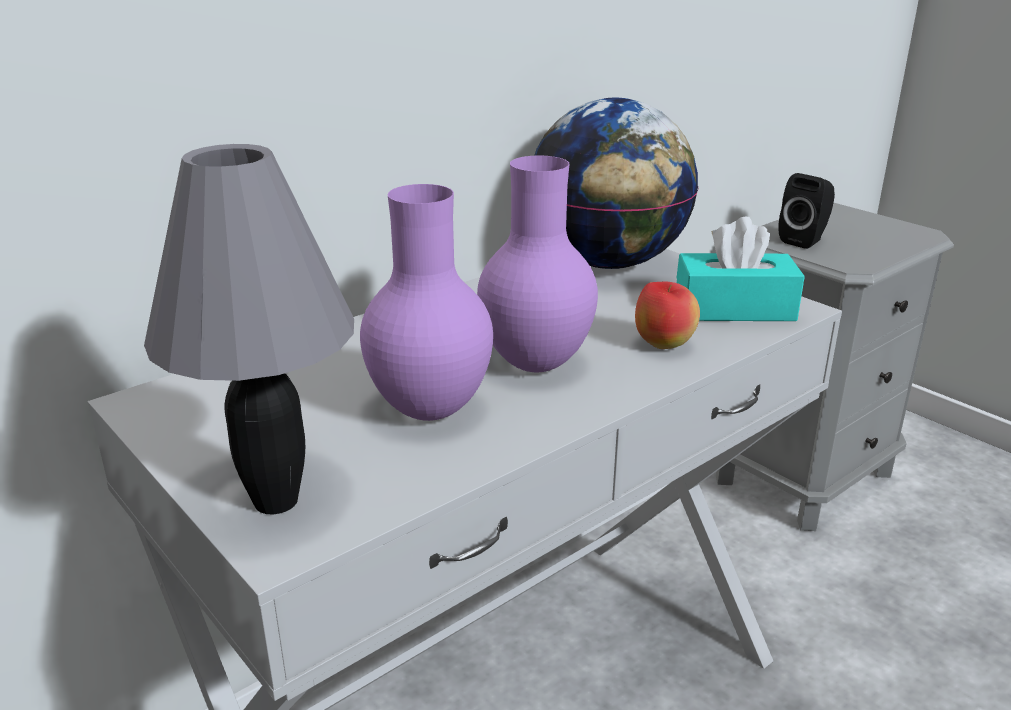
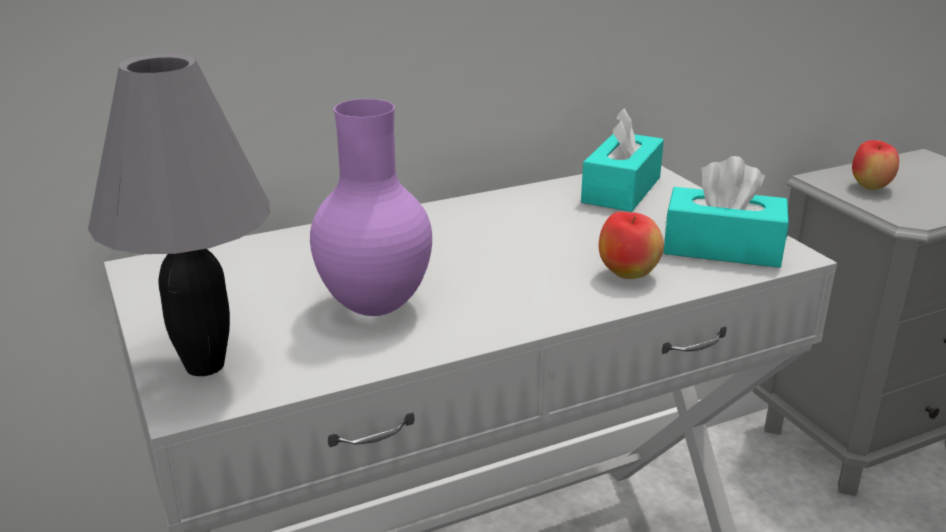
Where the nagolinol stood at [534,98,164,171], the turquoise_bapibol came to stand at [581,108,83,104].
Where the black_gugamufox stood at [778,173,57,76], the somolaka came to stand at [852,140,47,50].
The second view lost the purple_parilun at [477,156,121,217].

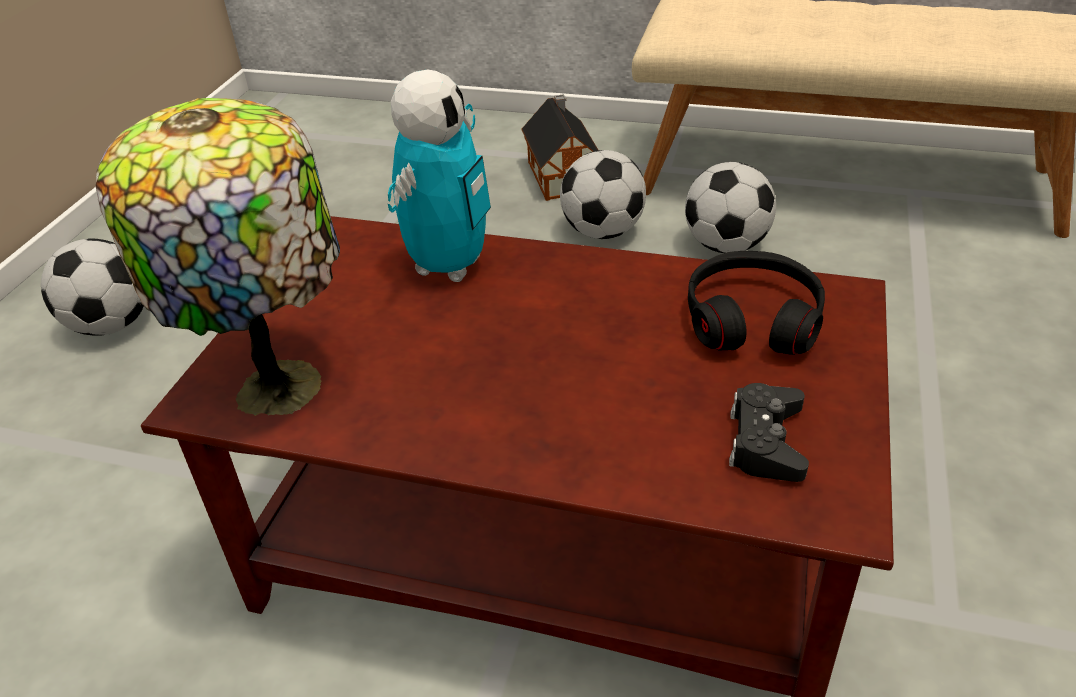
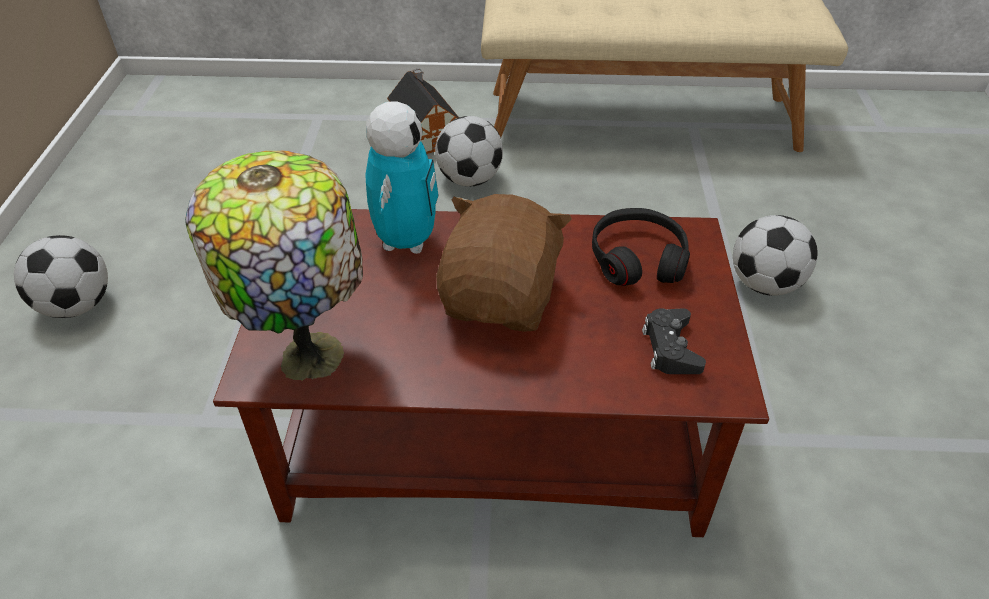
The second view gained the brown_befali at [436,194,136,138].
The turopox ended up elsewhere, having gone from [685,162,91,91] to [733,215,85,81].

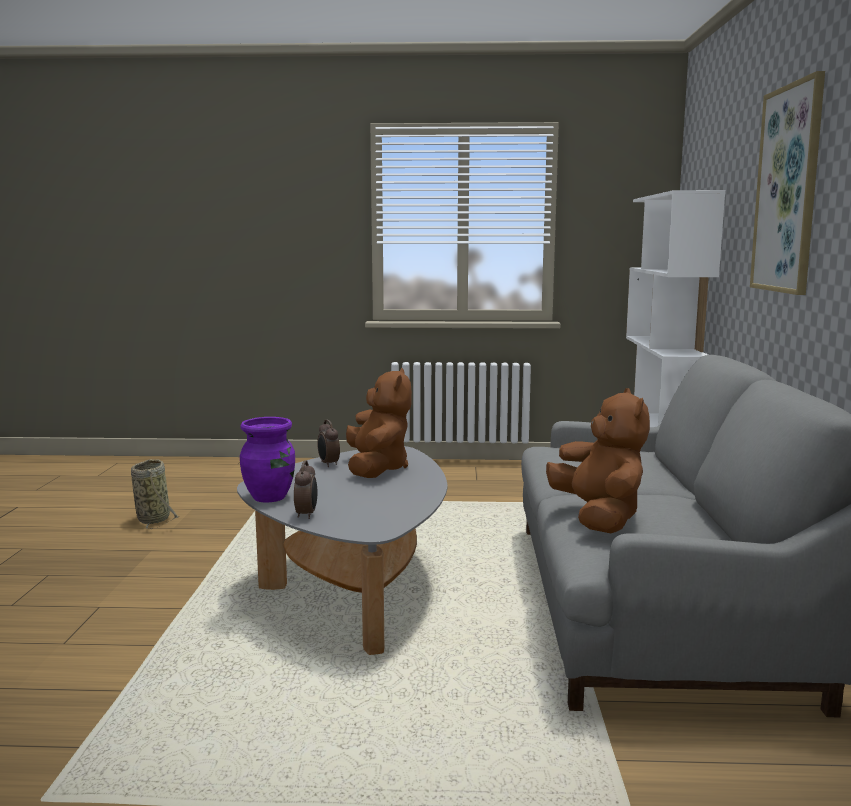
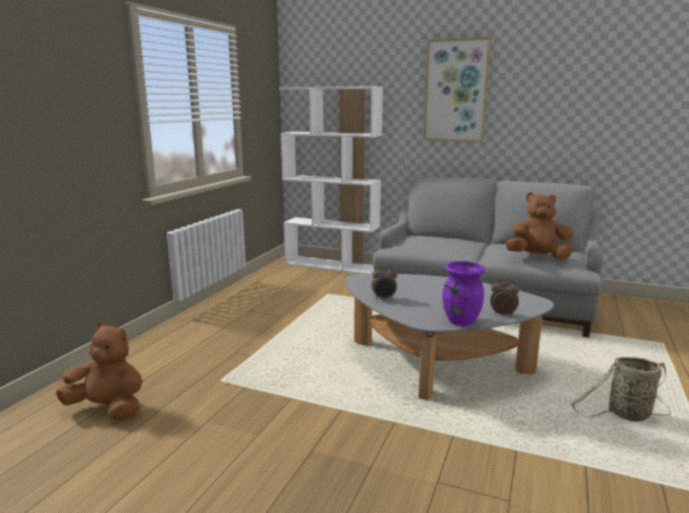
The brown_befali ended up elsewhere, having gone from [346,368,66,110] to [56,322,86,99].
The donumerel ended up elsewhere, having gone from [131,459,48,70] to [571,357,100,64].

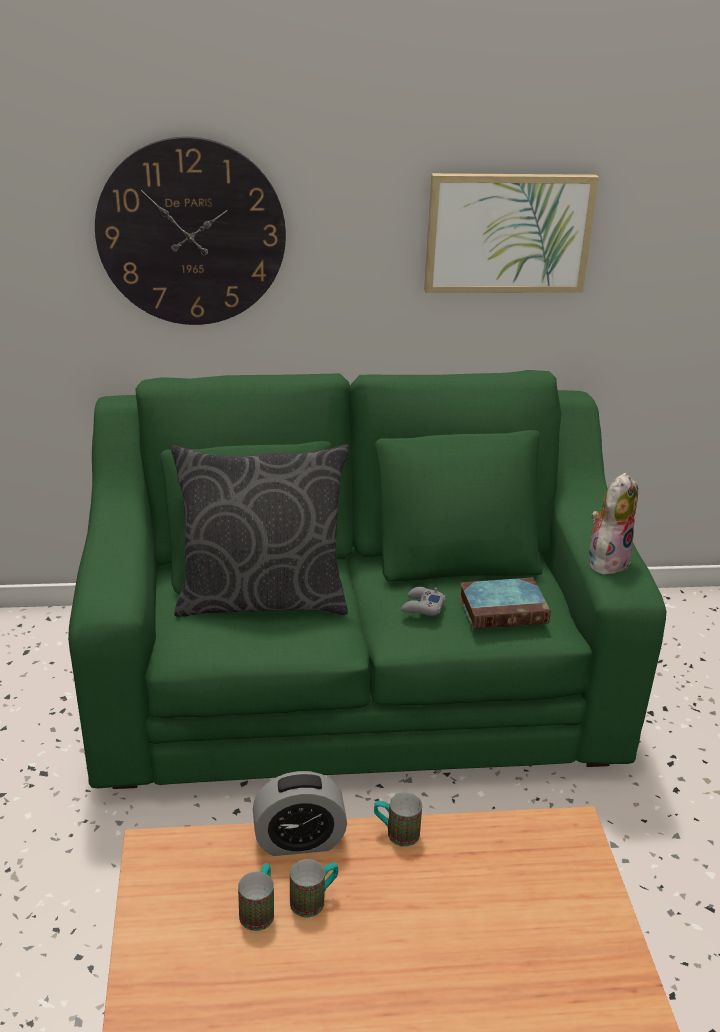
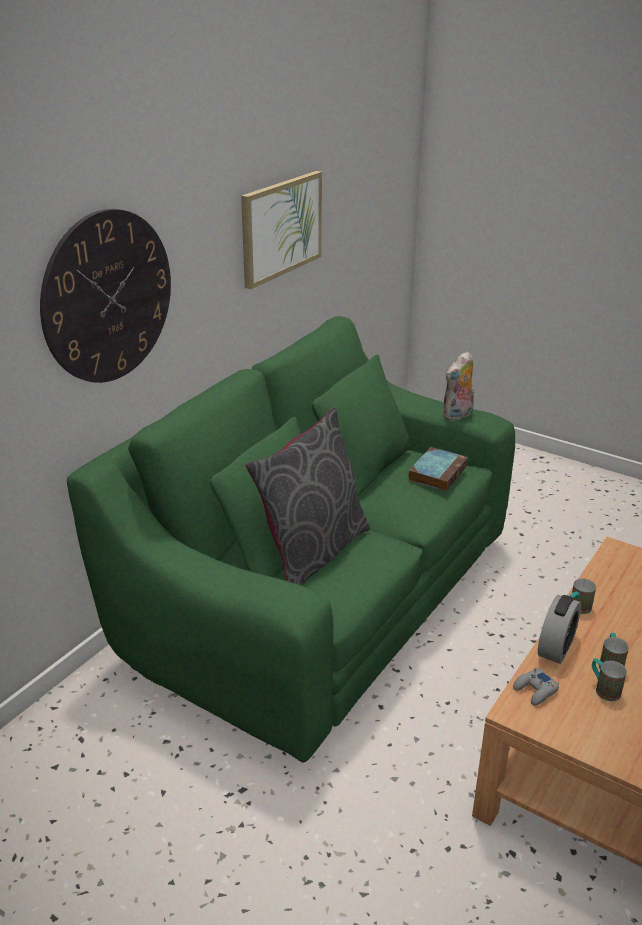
The befali at [589,473,49,102] ended up facing another way, 120 degrees counterclockwise from before.
The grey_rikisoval ended up elsewhere, having gone from [401,587,44,29] to [513,667,46,39].

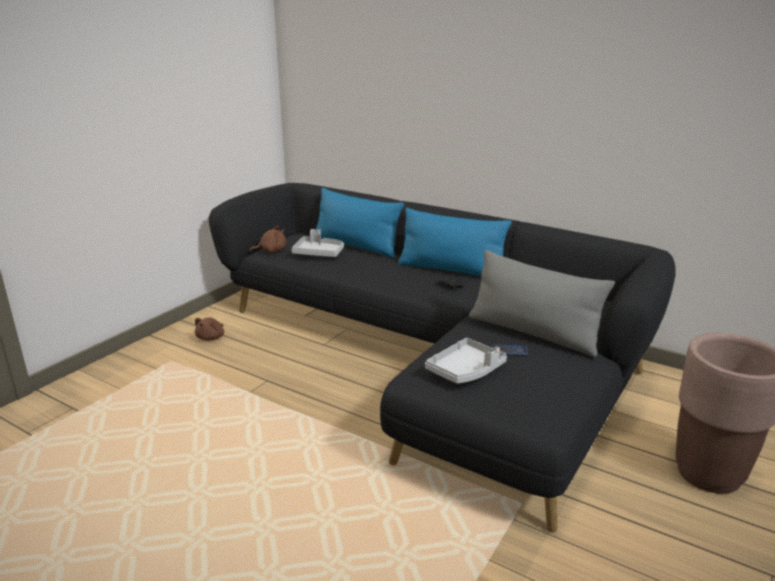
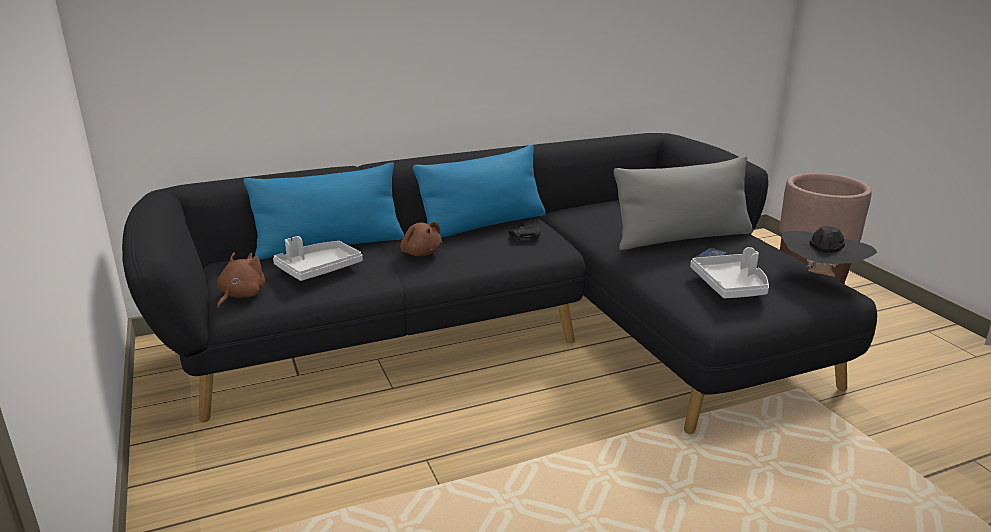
The brown_befali ended up elsewhere, having gone from [195,317,29,24] to [400,222,42,34].
The second view gained the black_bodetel at [782,225,95,52].

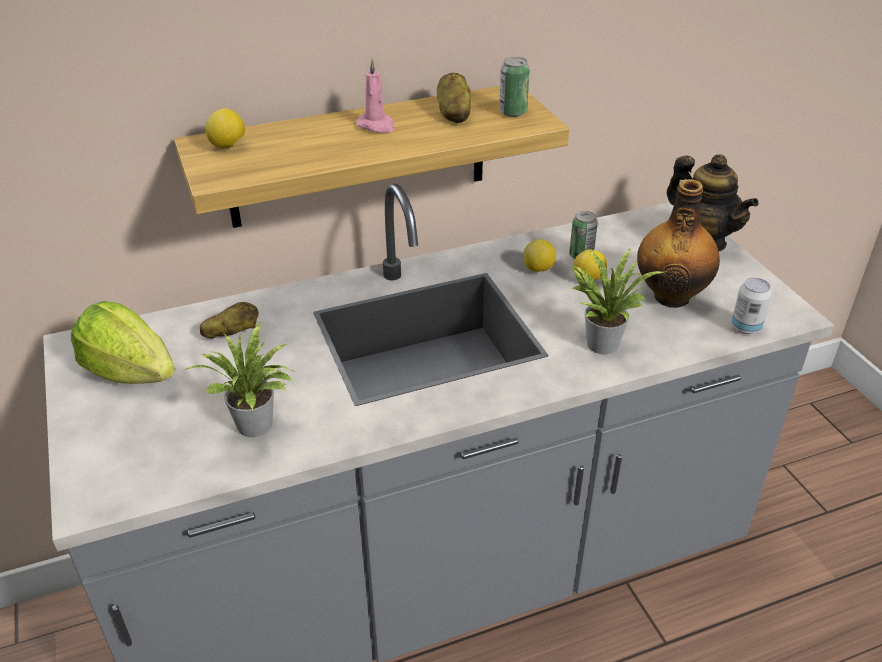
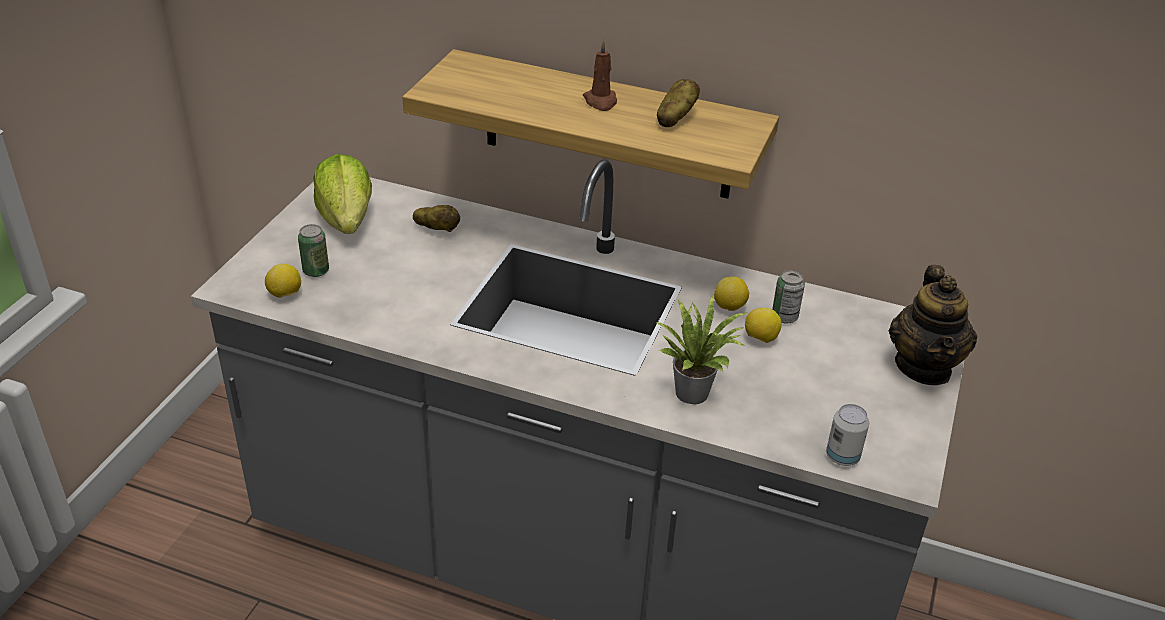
The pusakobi ended up elsewhere, having gone from [206,108,39,40] to [265,264,36,34].
The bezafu ended up elsewhere, having gone from [499,57,31,60] to [298,224,31,53].
What was the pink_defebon at [356,59,39,74] turned into the brown_defebon at [583,39,34,72].
The second view lost the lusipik at [184,322,111,115].
The second view lost the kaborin at [637,179,83,129].

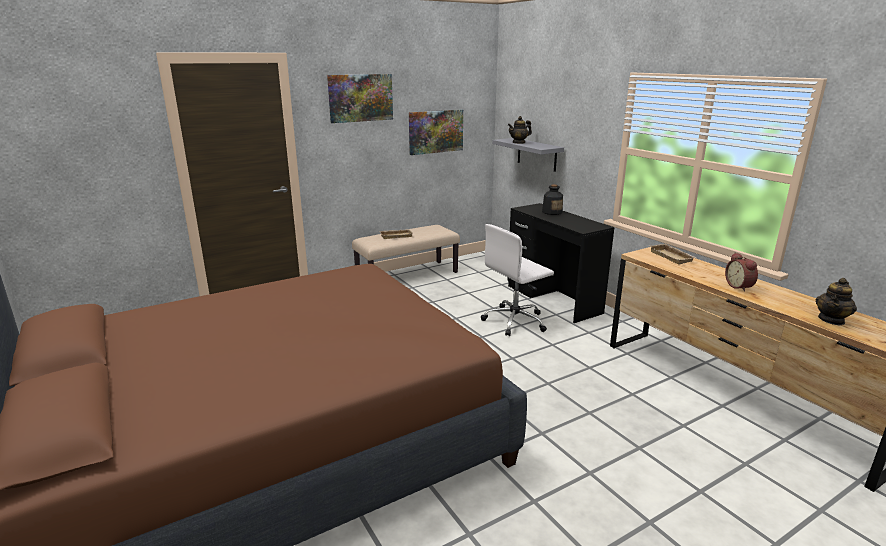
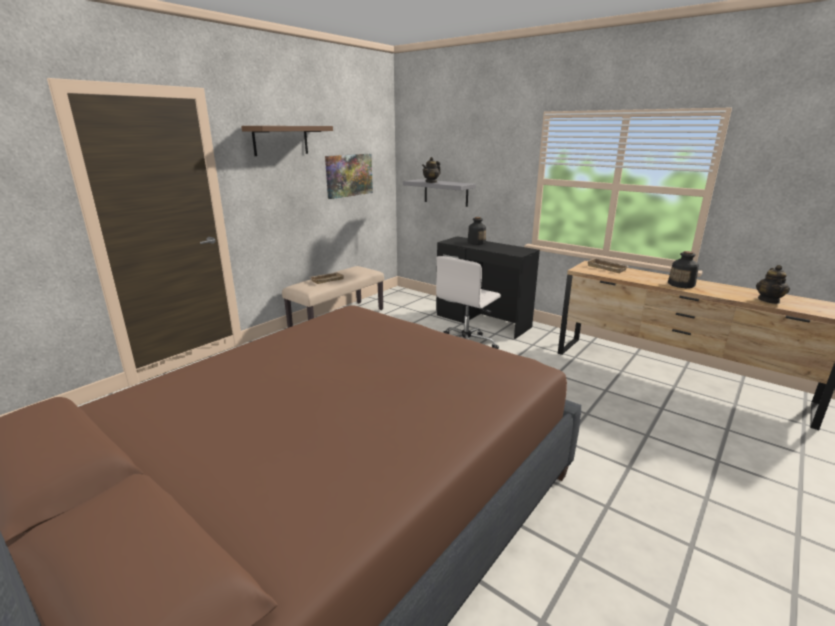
Where the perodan hung at [327,74,66,49], the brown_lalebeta came to hang at [241,126,92,30].
Where the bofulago stood at [725,252,33,40], the kaborin came to stand at [668,251,31,37].

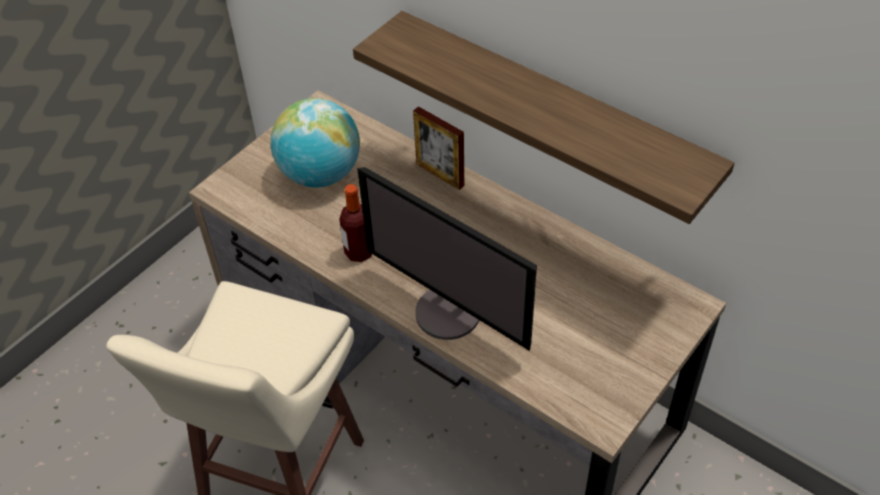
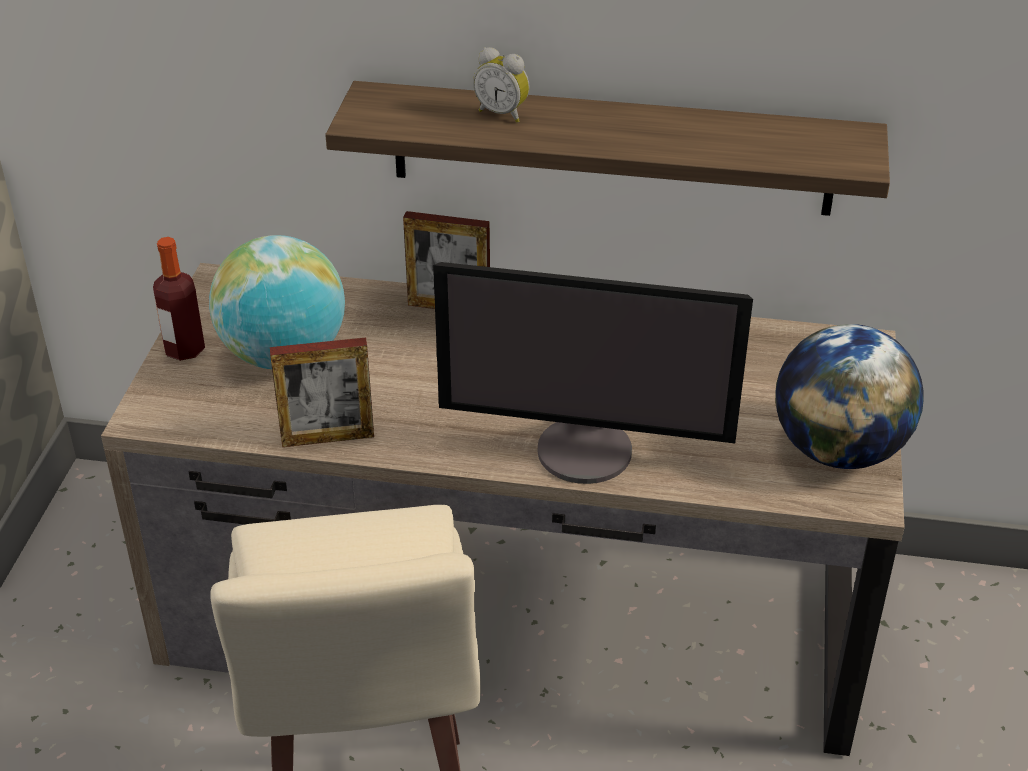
The kaborin ended up elsewhere, having gone from [339,184,33,78] to [153,237,52,124].
The second view gained the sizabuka at [270,338,104,109].
The second view gained the bofulago at [473,47,57,76].
The second view gained the nagolinol at [775,324,149,145].

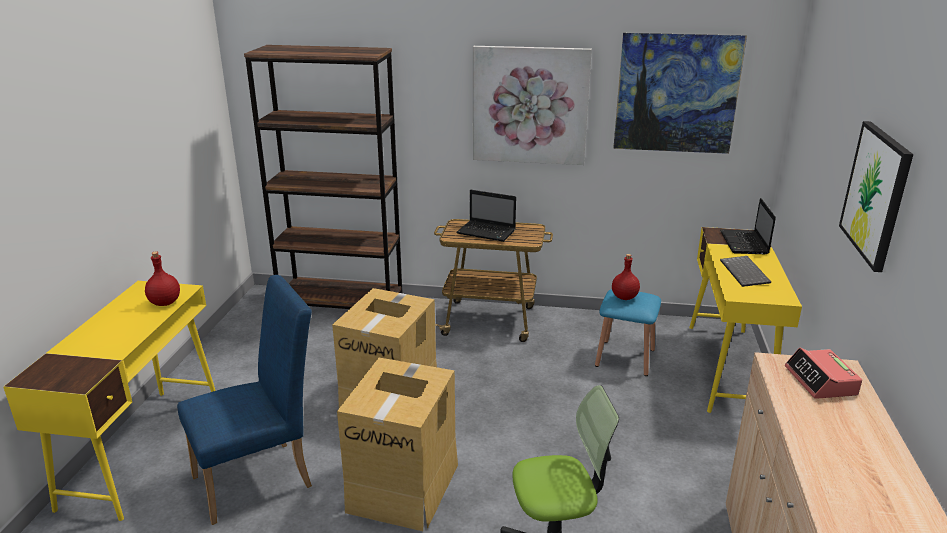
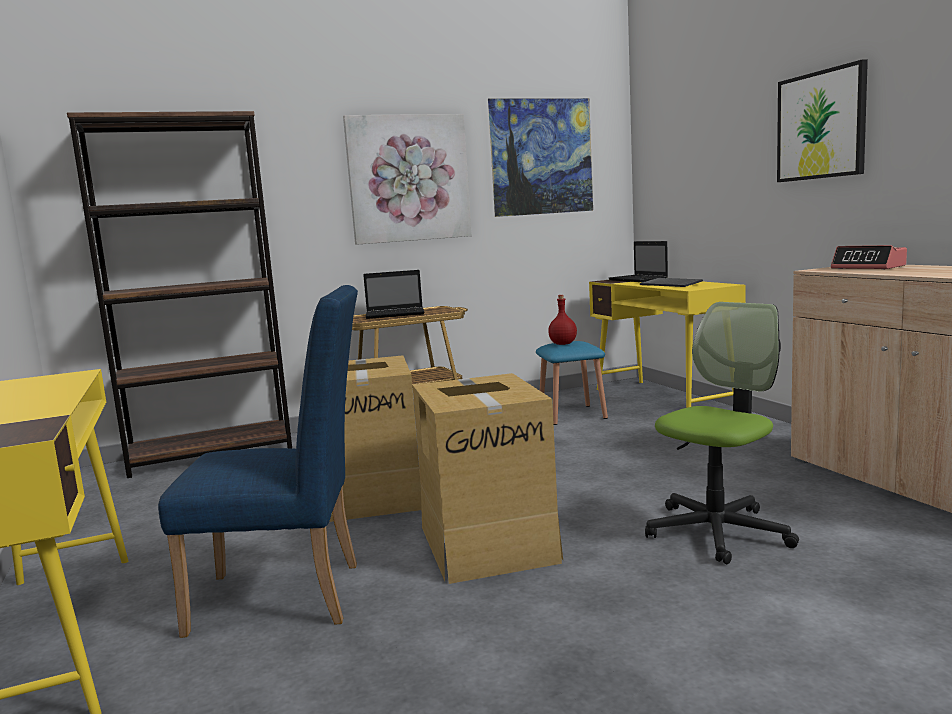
The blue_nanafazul at [177,275,135,250] ended up facing another way, 60 degrees clockwise from before.
The second view lost the red_kaborin at [145,252,35,54].

